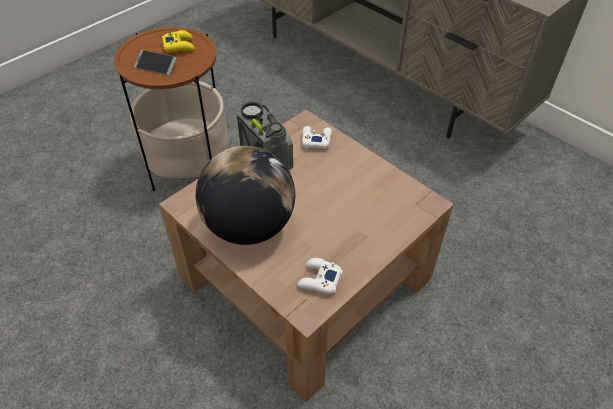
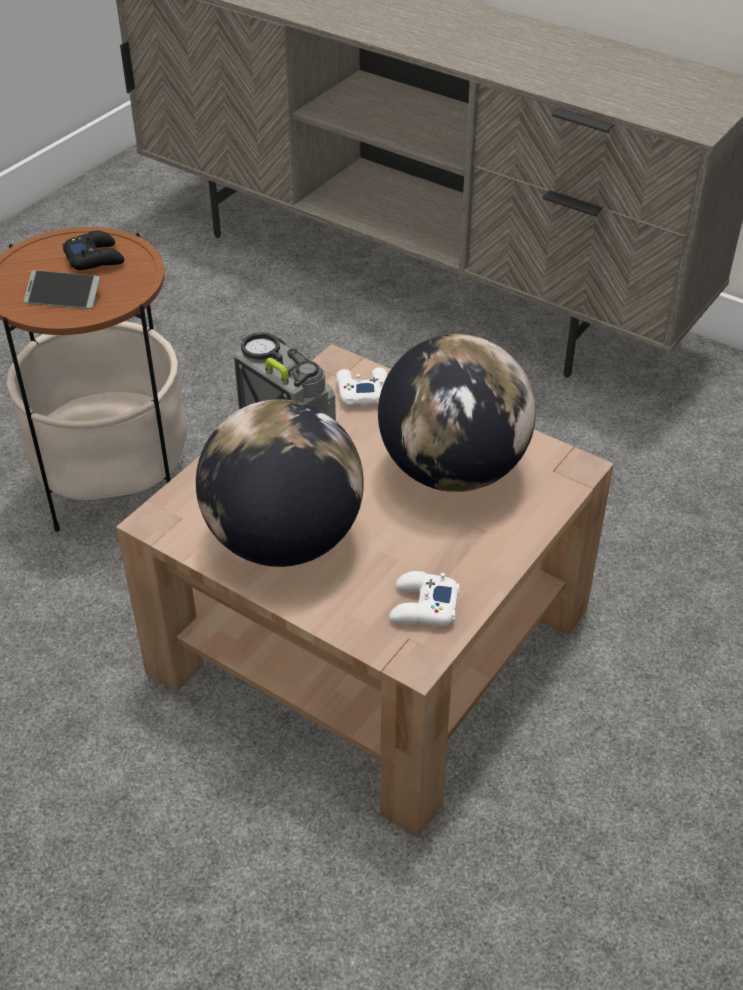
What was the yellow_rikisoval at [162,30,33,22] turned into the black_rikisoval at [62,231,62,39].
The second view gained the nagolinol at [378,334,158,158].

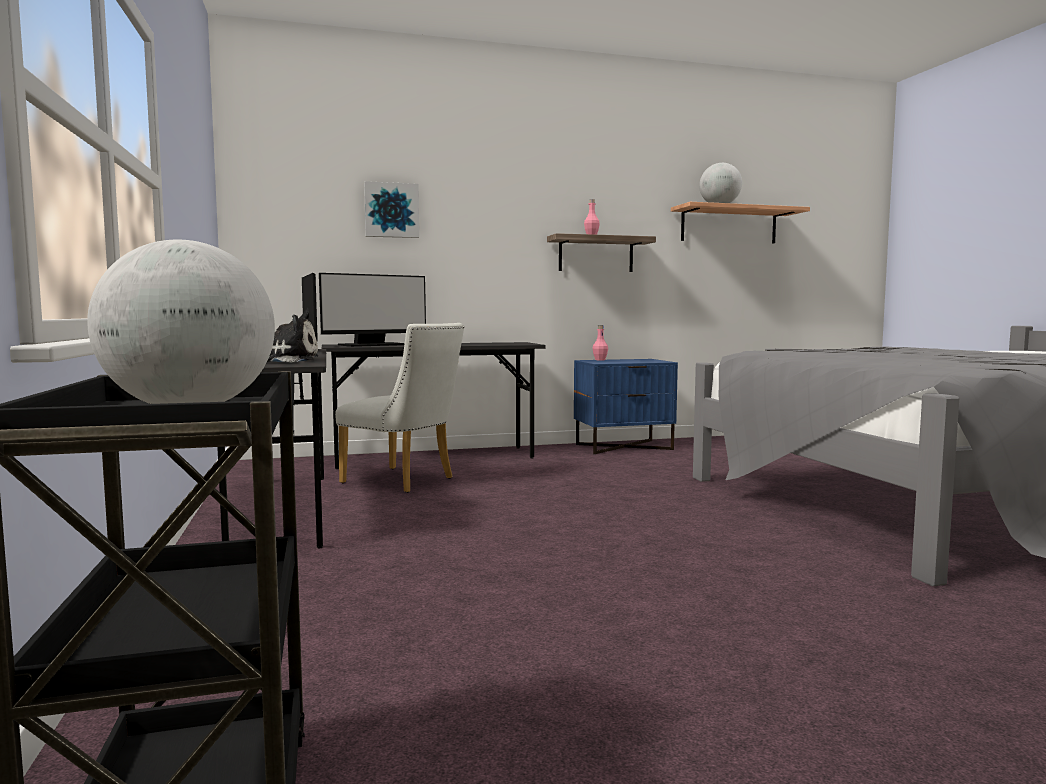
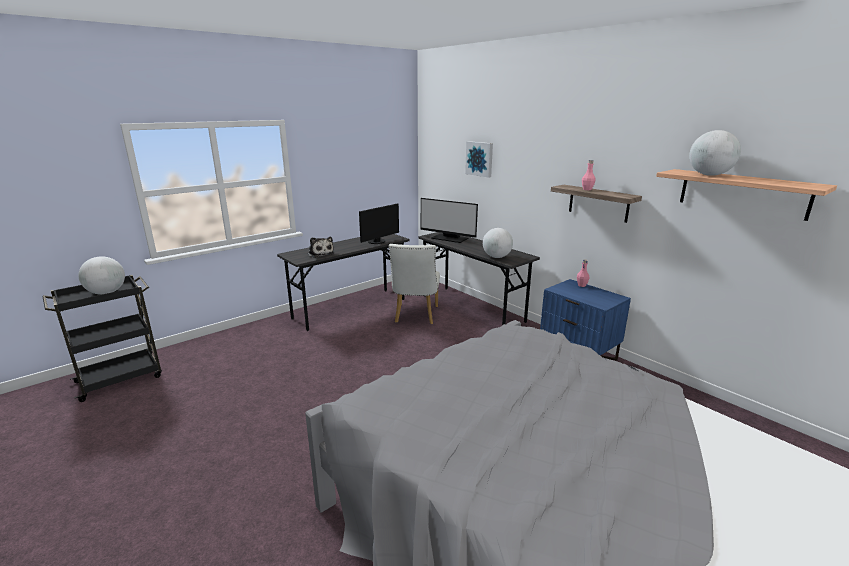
The second view gained the nagolinol at [483,228,30,30].

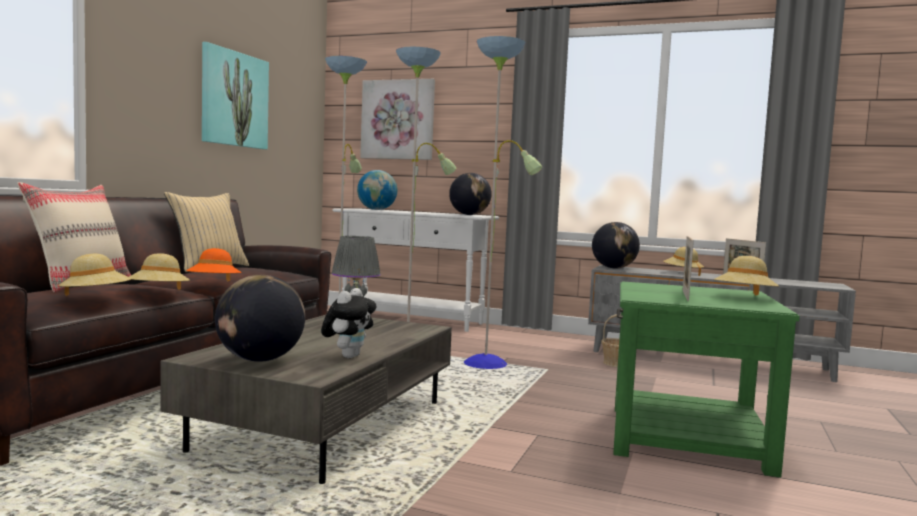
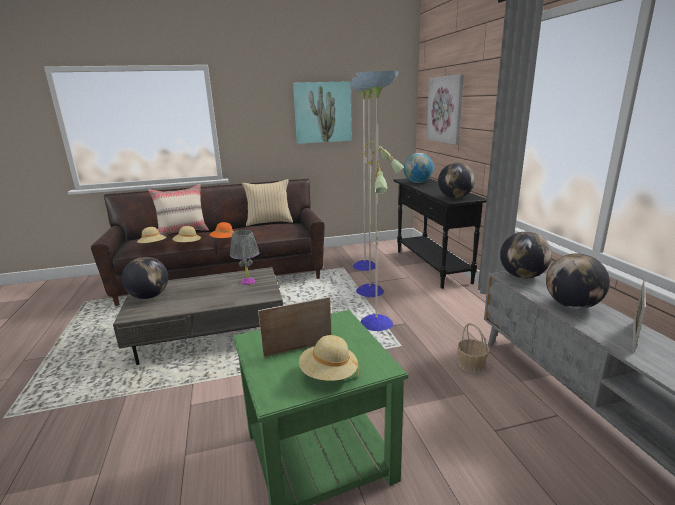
What was the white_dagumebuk at [332,208,167,124] turned into the black_dagumebuk at [393,178,94,111].
Where the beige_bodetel stood at [663,247,41,29], the nagolinol came to stand at [546,254,64,55].
The second view lost the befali at [321,288,56,70].

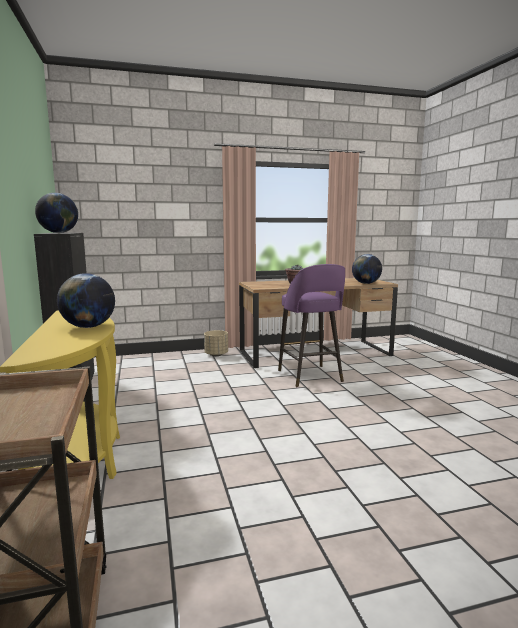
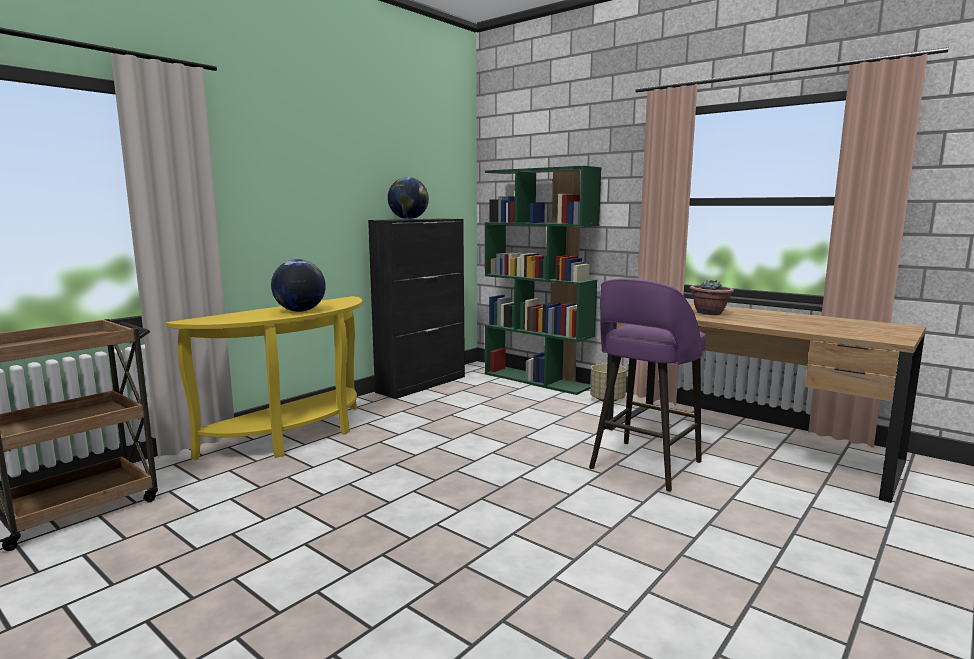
The second view gained the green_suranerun at [485,166,116,229].
The second view lost the nagolinol at [352,254,30,30].

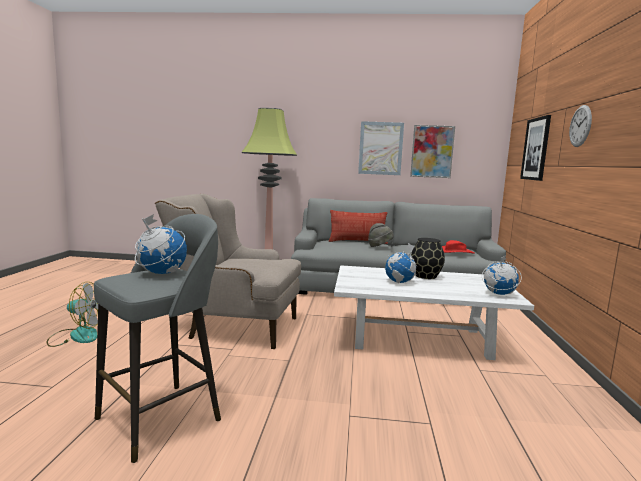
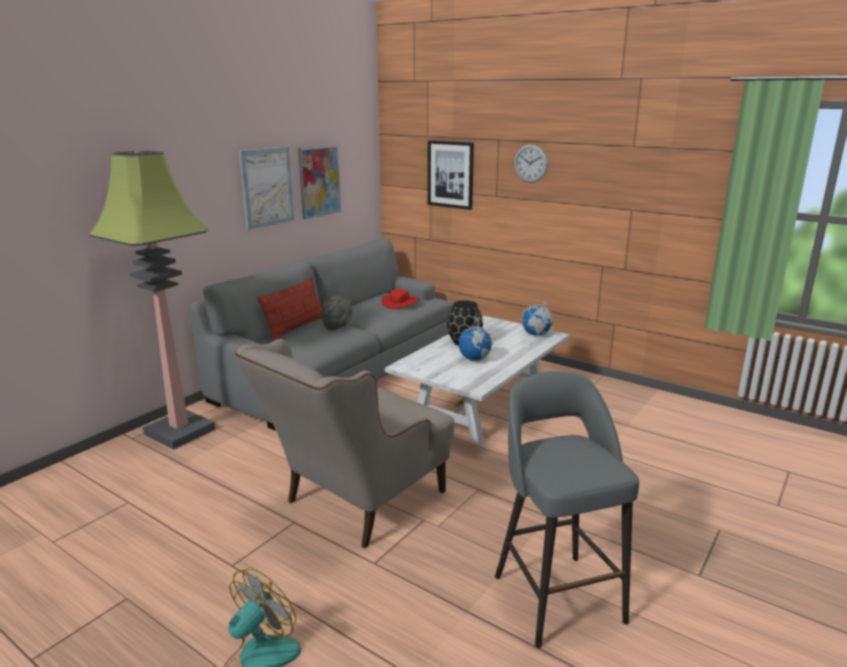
The second view lost the nagolinol at [135,214,52,60].

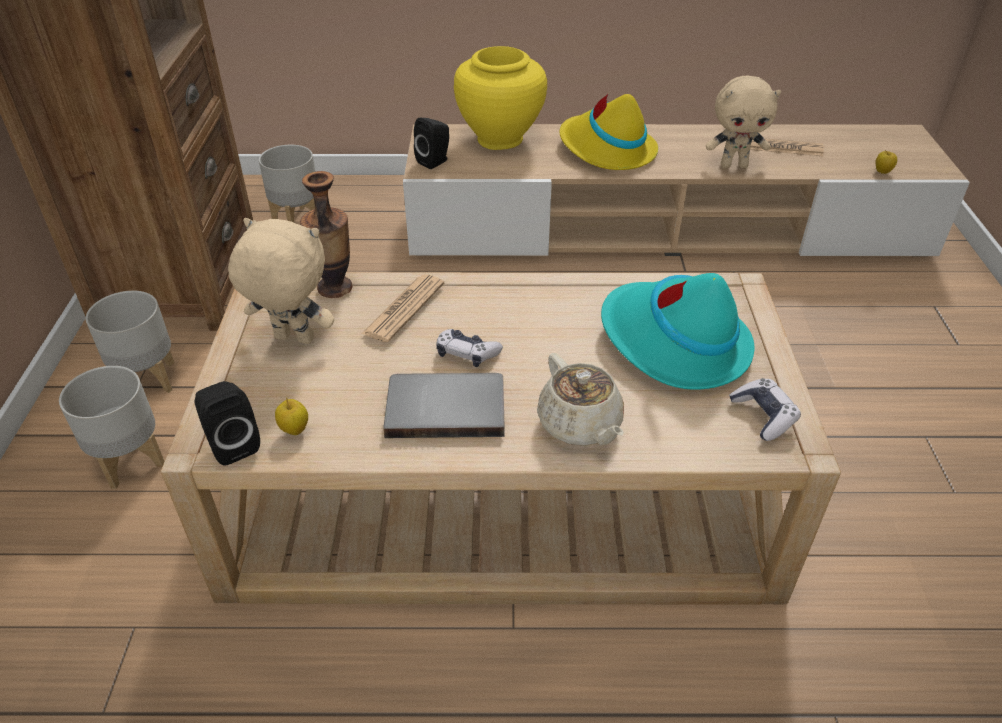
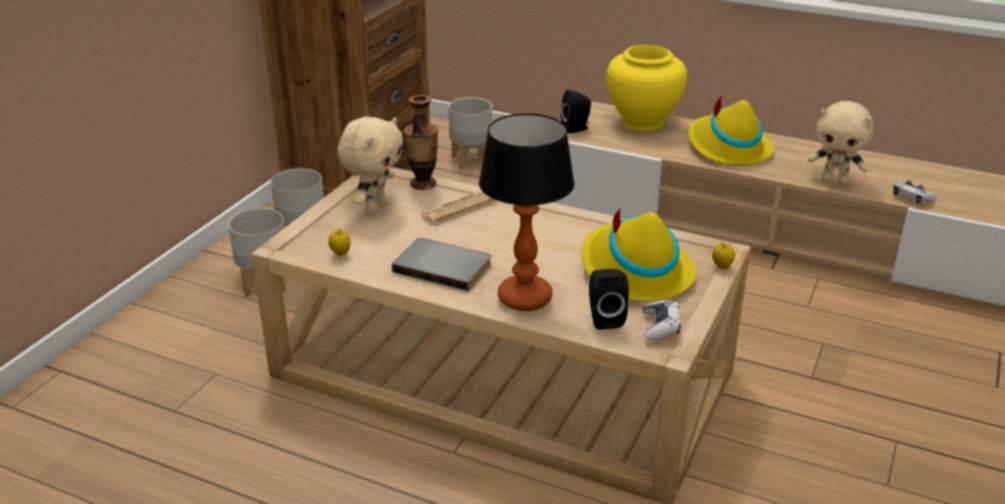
The beige_befali at [228,218,106,126] ended up facing another way, 75 degrees clockwise from before.
Where the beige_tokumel stood at [537,353,87,93], the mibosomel came to stand at [479,113,96,198].
What was the turquoise_bodetel at [601,273,153,117] turned into the yellow_bodetel at [582,208,115,93].
The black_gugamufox ended up elsewhere, having gone from [194,381,66,85] to [589,269,40,61].
The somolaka ended up elsewhere, having gone from [876,150,21,24] to [712,241,23,28].
The rikisoval ended up elsewhere, having gone from [436,329,67,38] to [893,181,44,23].
The second view lost the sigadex at [750,139,74,17].

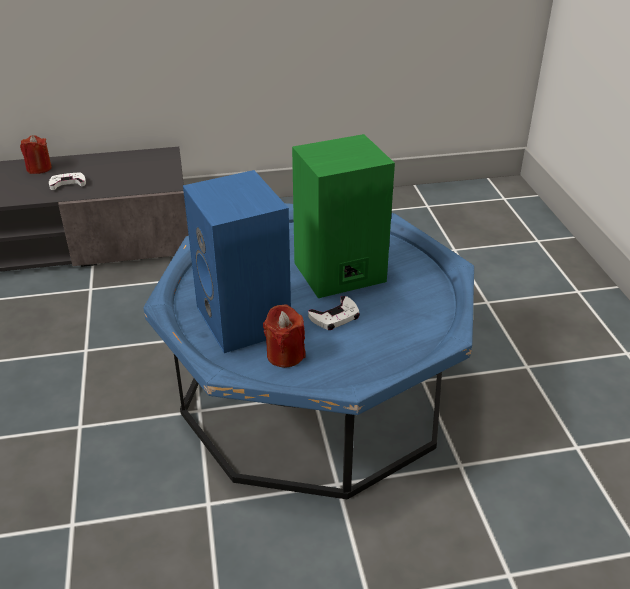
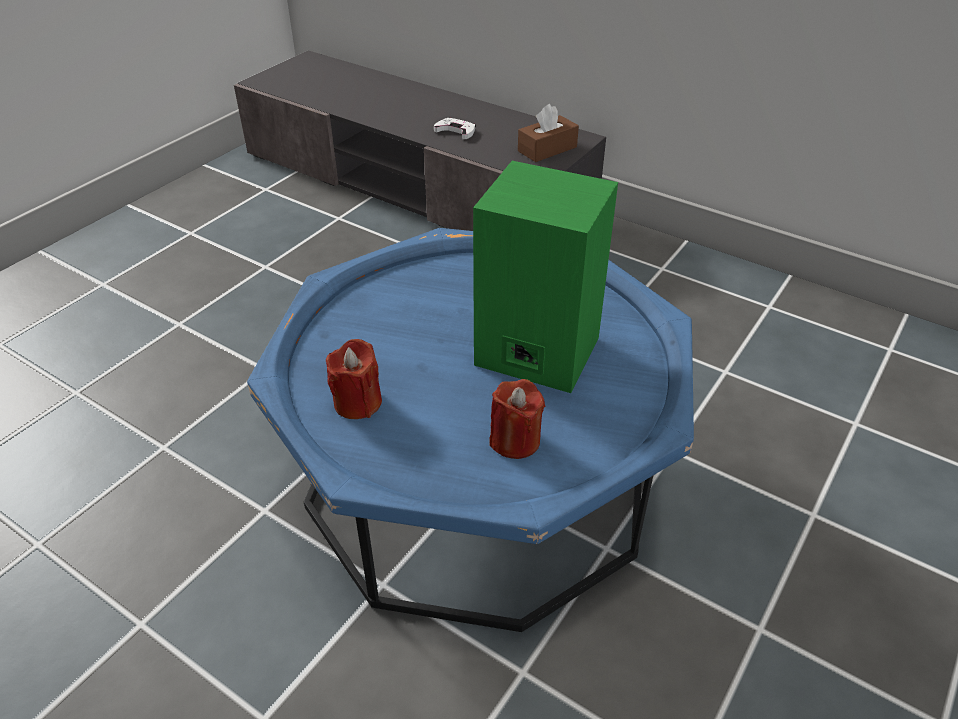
The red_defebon ended up elsewhere, having gone from [20,135,32,39] to [490,379,55,80].
The second view gained the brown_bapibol at [518,104,61,58].
The second view lost the blue_gugamufox at [183,170,108,183].
The second view lost the white_rikisoval at [308,296,52,34].

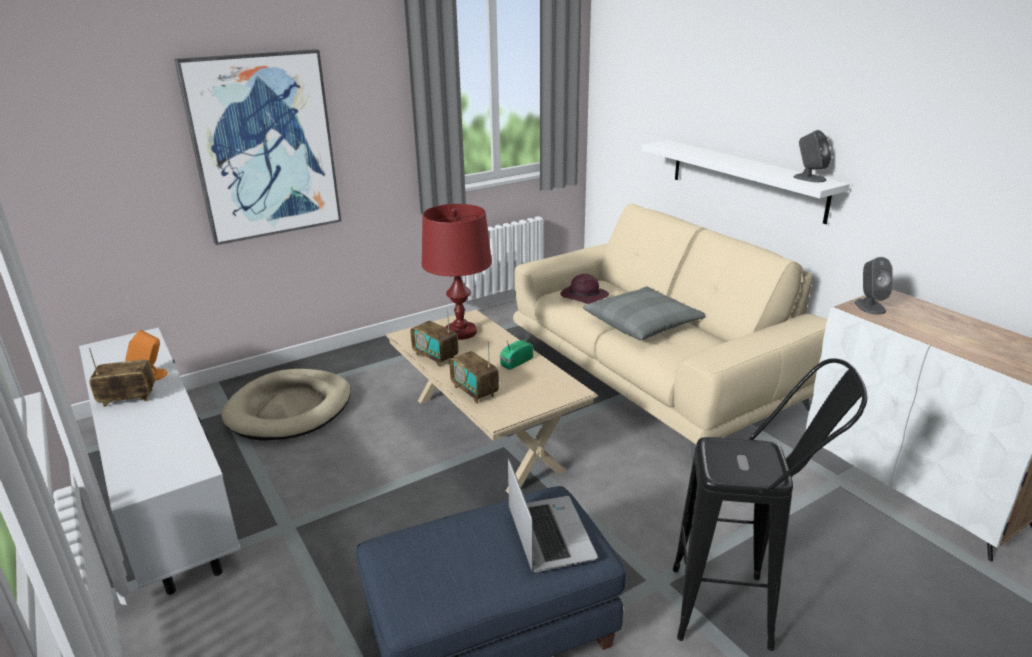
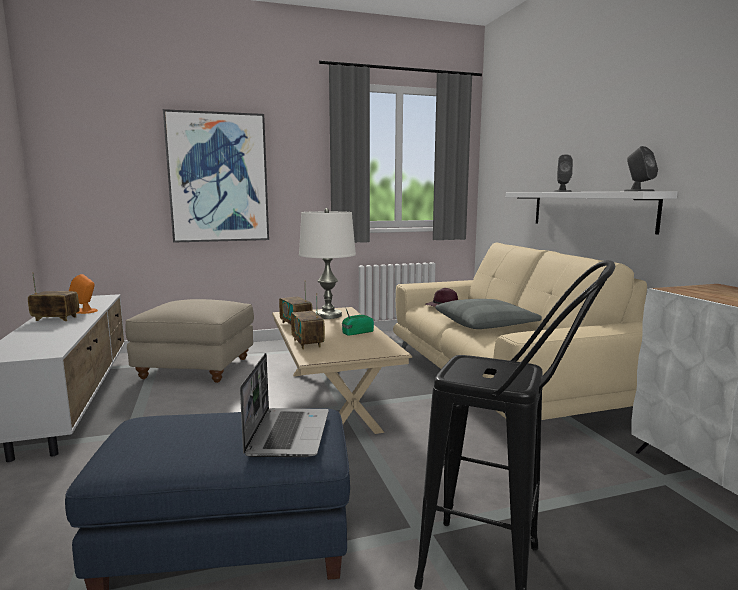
Where the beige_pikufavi stood at [221,369,130,71], the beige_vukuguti came to stand at [125,299,129,84].
What was the red_mibosomel at [422,204,70,136] turned into the white_mibosomel at [299,208,57,111].
The grey_gugamufox ended up elsewhere, having gone from [855,257,38,58] to [554,154,19,38].

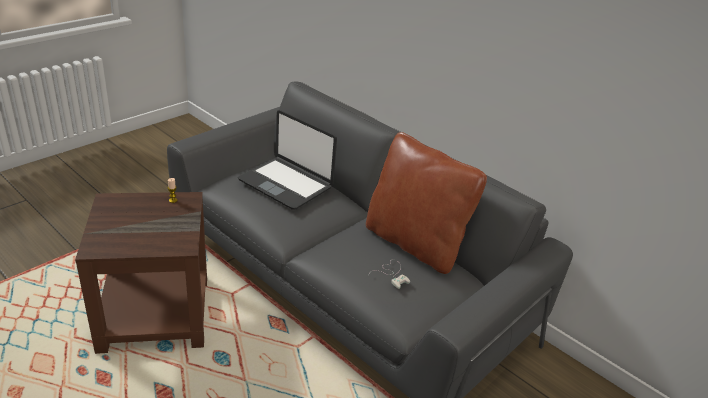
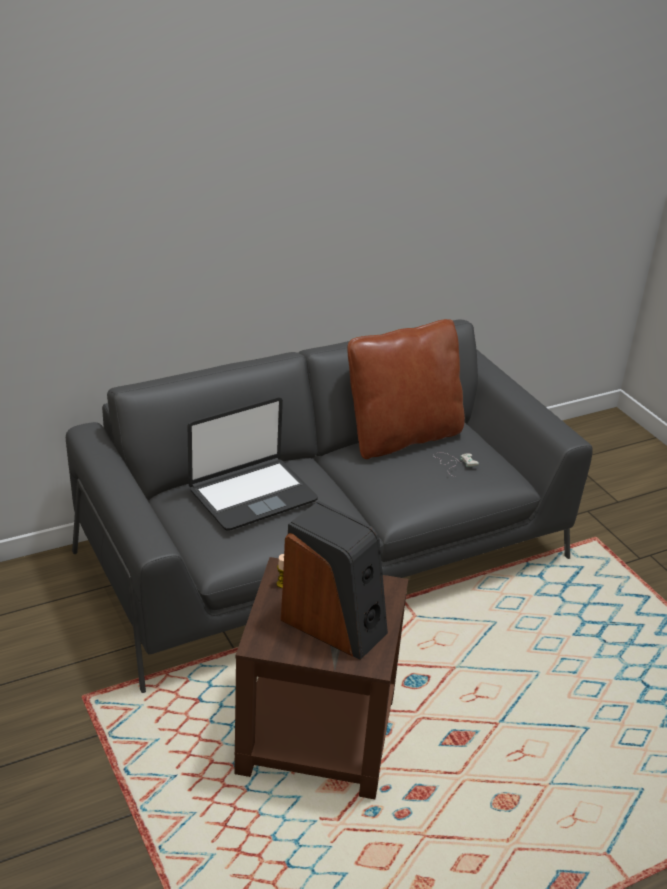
The second view gained the gugamufox at [281,501,107,159].

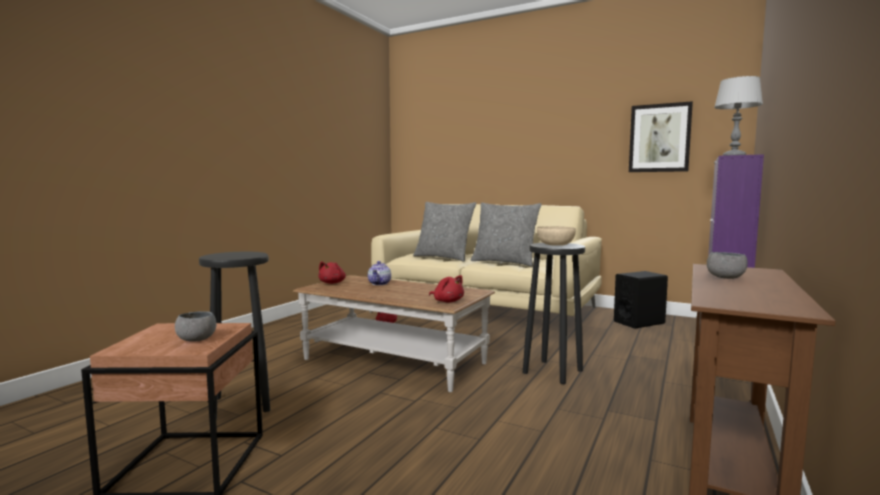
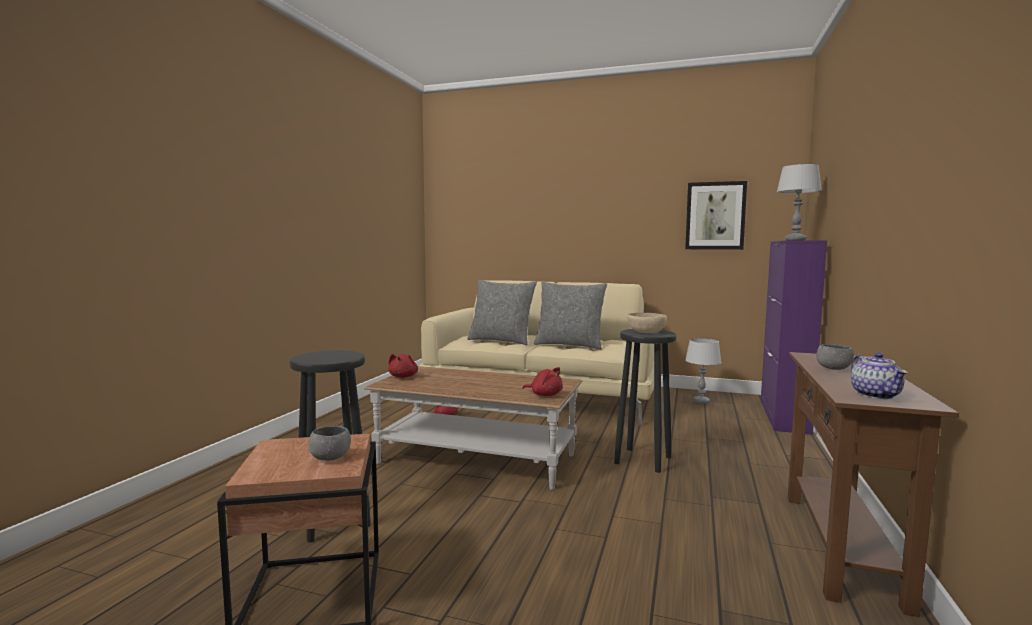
Where the black_gugamufox stood at [614,271,54,58], the grey_mibosomel came to stand at [685,338,37,66].
The tokumel ended up elsewhere, having gone from [368,261,23,24] to [851,352,56,47].

